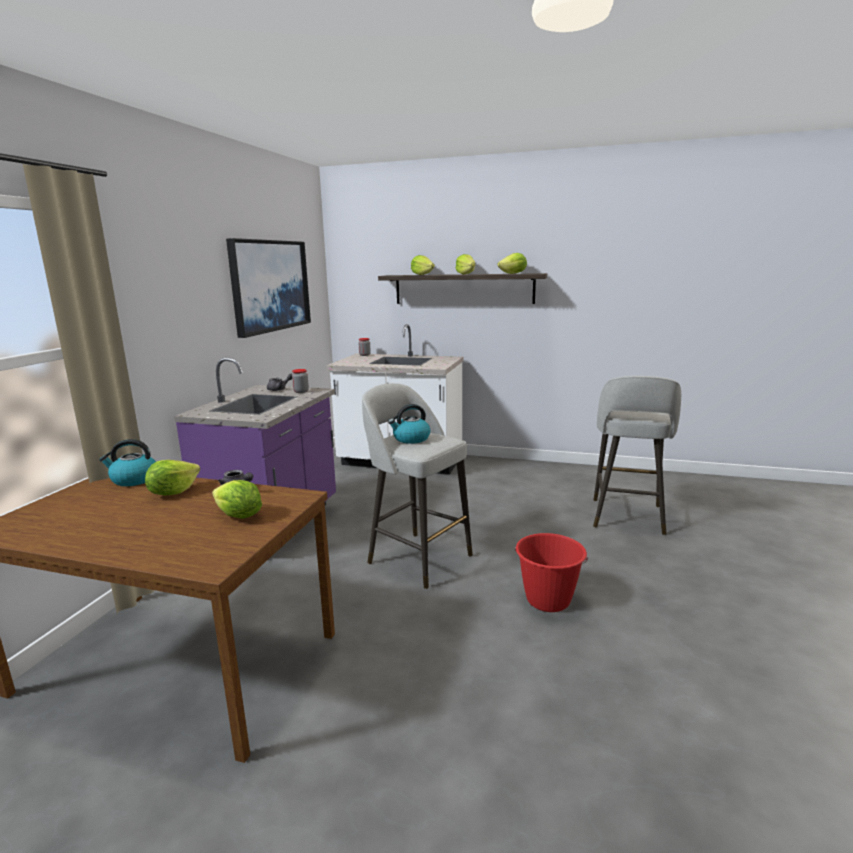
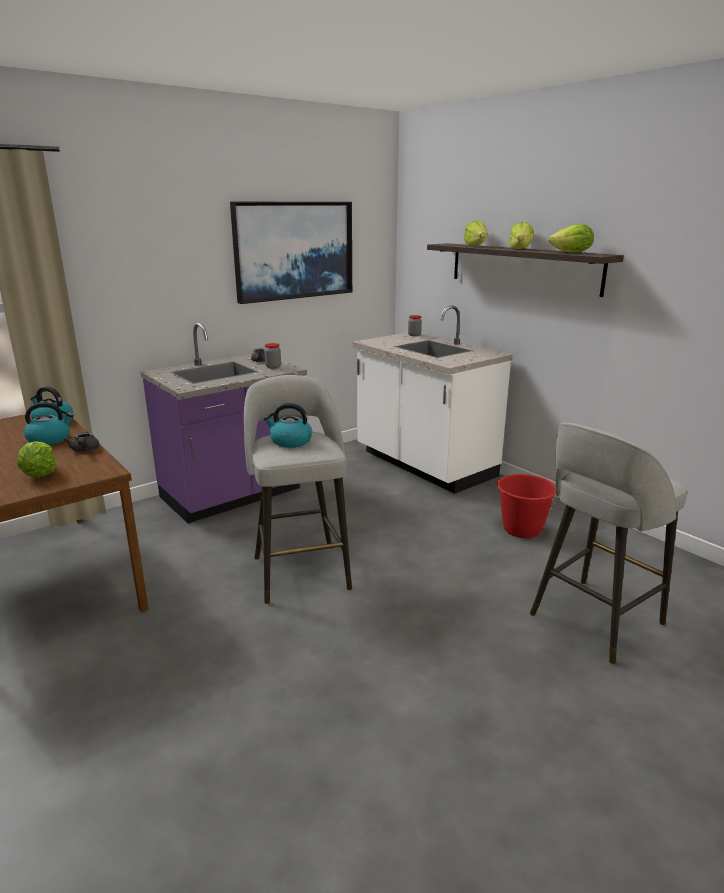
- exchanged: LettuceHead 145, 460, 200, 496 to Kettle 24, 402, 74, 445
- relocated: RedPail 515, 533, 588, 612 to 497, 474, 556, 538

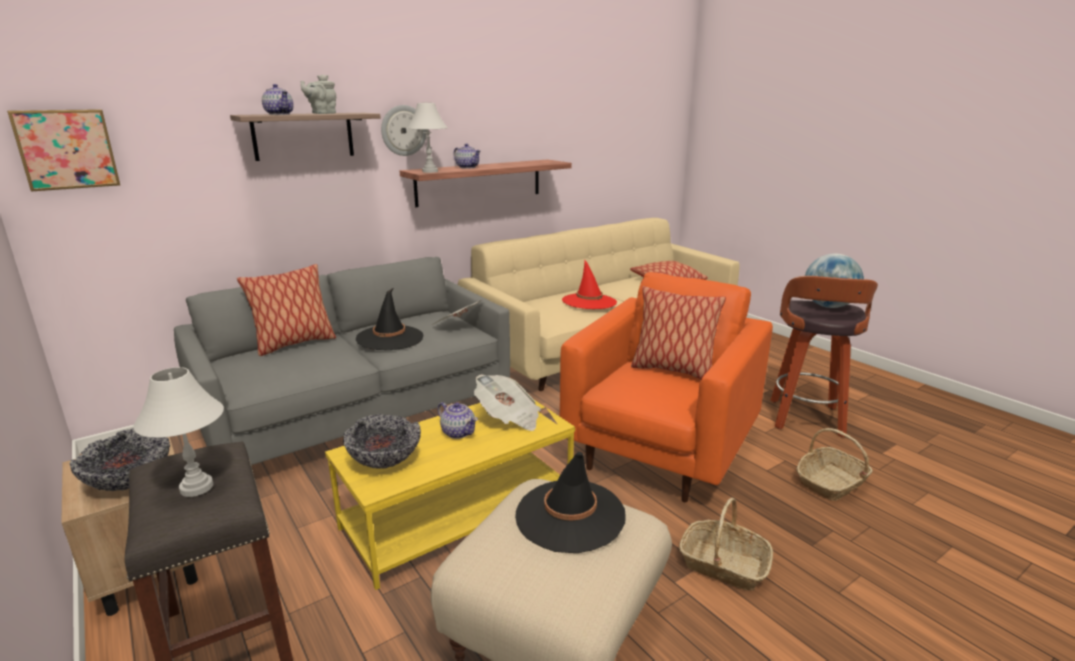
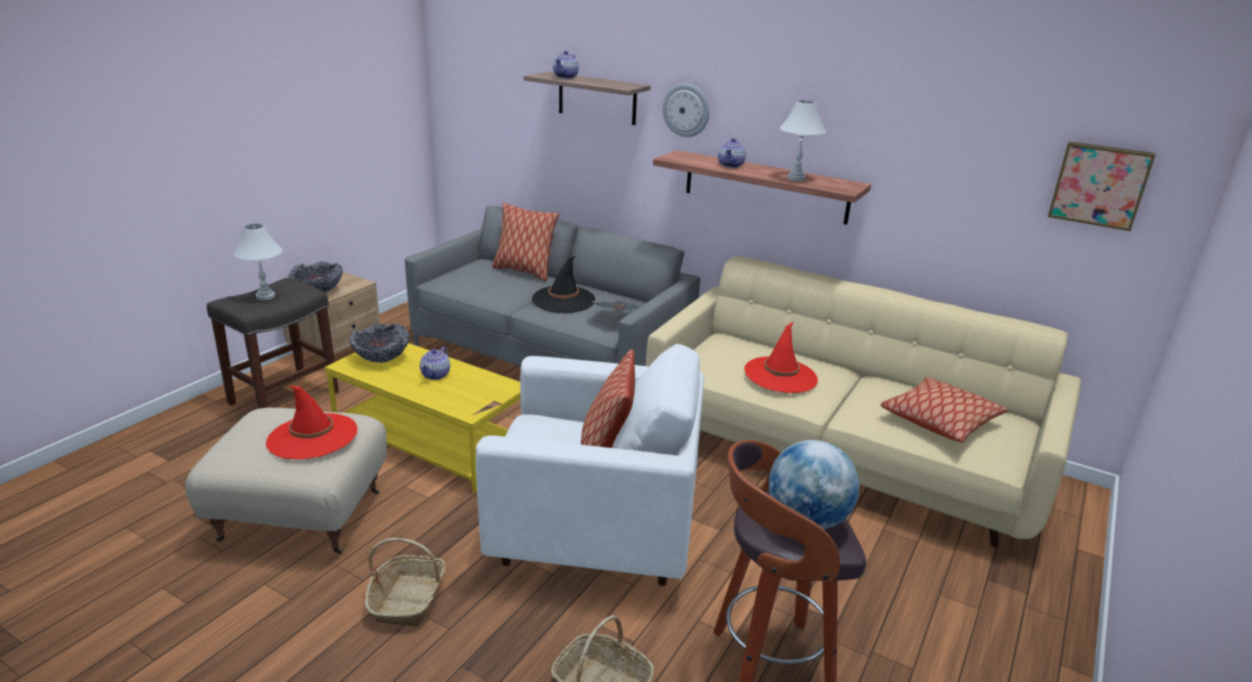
- colour: BlackWearableHat 515, 452, 626, 553 to RedWearableHat 266, 386, 358, 460
- colour: OrangeLoungeChair 560, 272, 773, 502 to WhiteLoungeChair 476, 344, 704, 586
- relocated: WhiteLampForATable 407, 102, 447, 173 to 779, 100, 826, 181
- relocated: Picture 7, 109, 120, 192 to 1048, 141, 1156, 231
- missing: GrayTeaPot 301, 74, 336, 114
- missing: Newspaper 474, 374, 541, 431

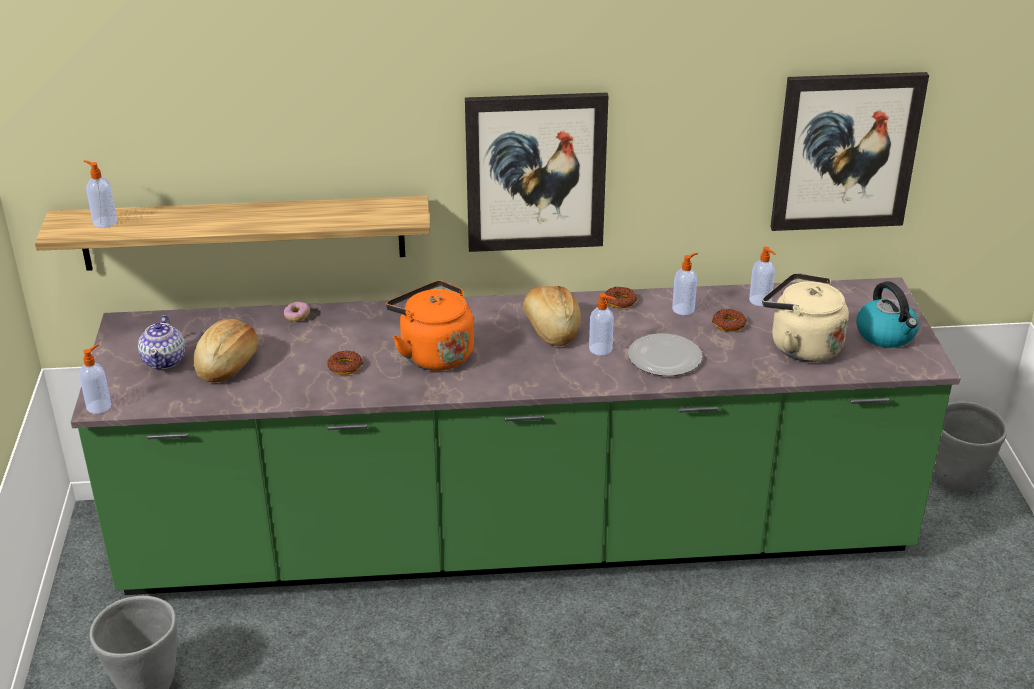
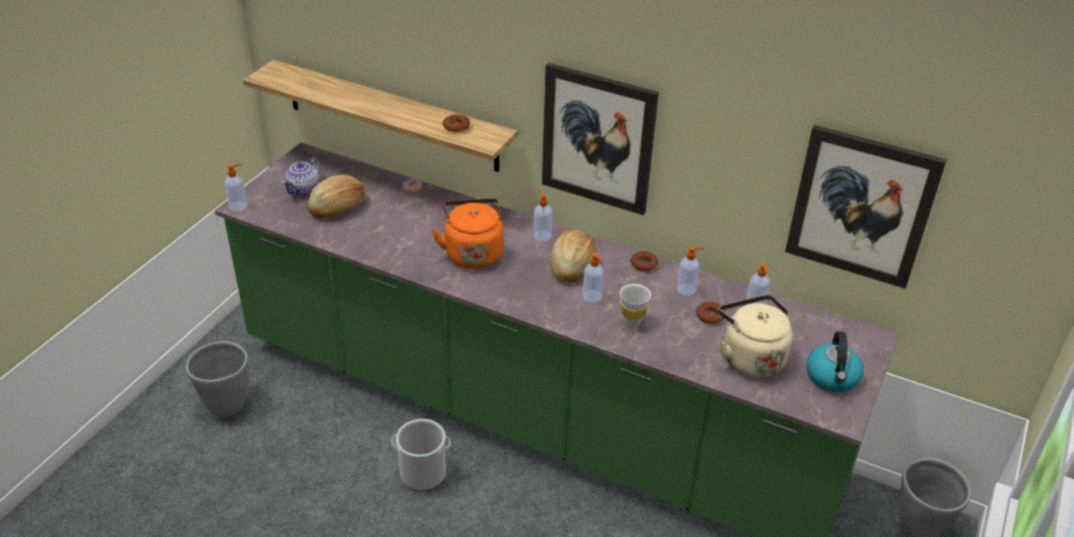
- appeared: Pail 392, 419, 451, 491
- relocated: Doughnut 327, 350, 363, 375 to 443, 114, 470, 132
- relocated: SoapDispenser 84, 160, 117, 228 to 533, 190, 553, 241
- exchanged: Plate 628, 333, 702, 376 to WhiteCup 620, 284, 651, 328

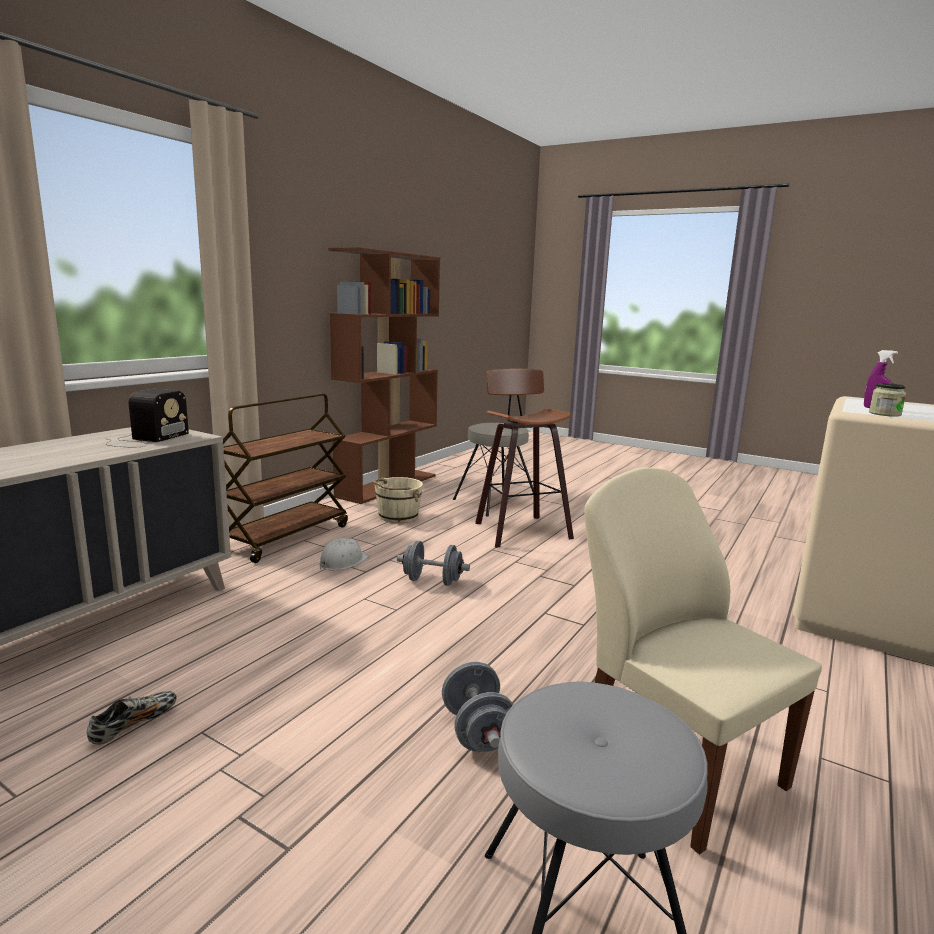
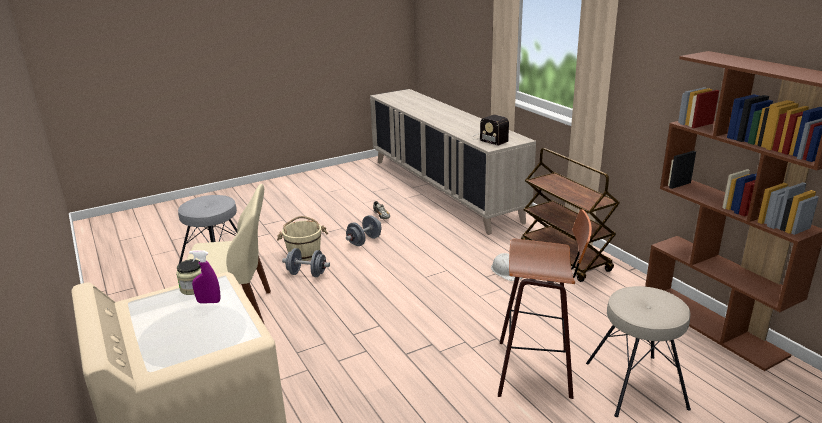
- relocated: SandColouredPail 373, 477, 423, 523 to 277, 216, 328, 261
- relocated: GrayFreeWeight 397, 541, 470, 586 to 346, 215, 381, 246

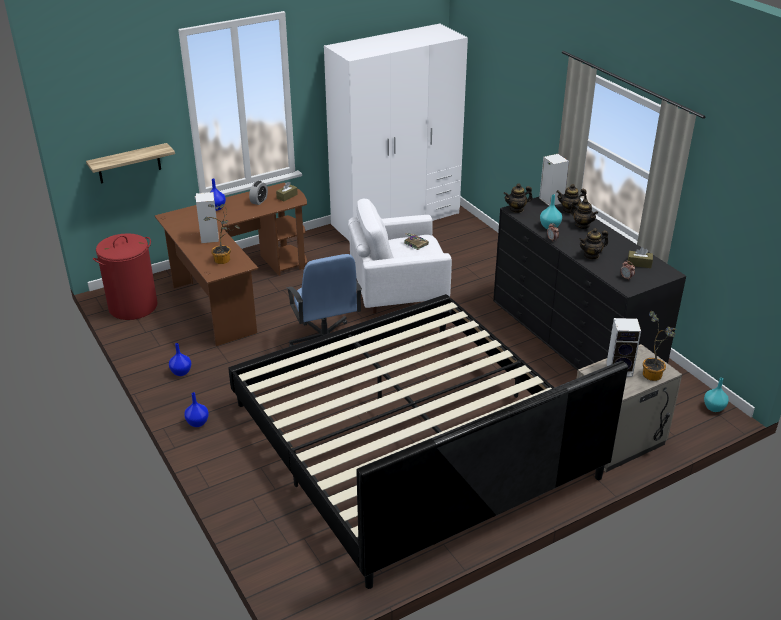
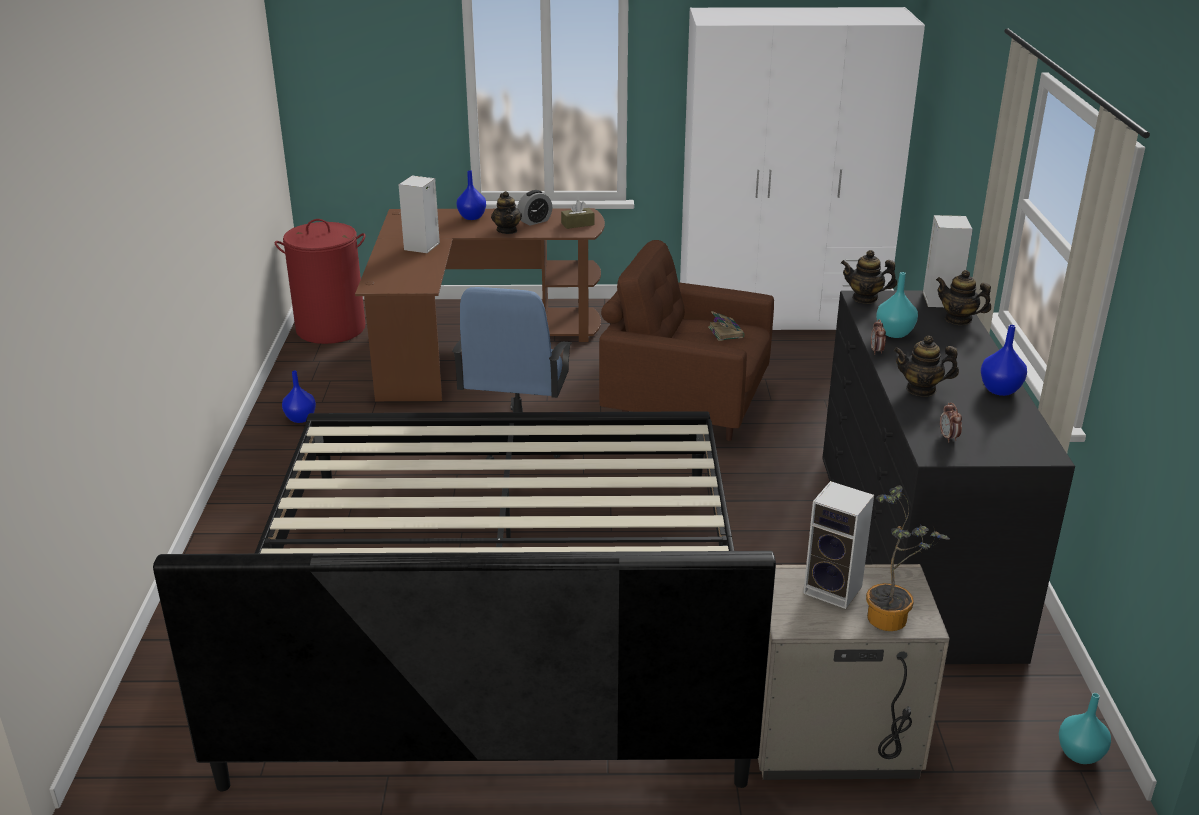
- relocated: TeaPot 570, 199, 598, 229 to 491, 191, 522, 234
- colour: WhiteLoungeChair 348, 199, 452, 314 to BrownColouredLoungeChair 599, 240, 774, 441
- relocated: BlueColouredFlowerVase 184, 392, 209, 427 to 981, 324, 1027, 396
- missing: Shelf 86, 143, 175, 184
- missing: PlantInAPot 204, 204, 240, 264
- missing: BrownColouredTissueHolder 628, 247, 653, 268

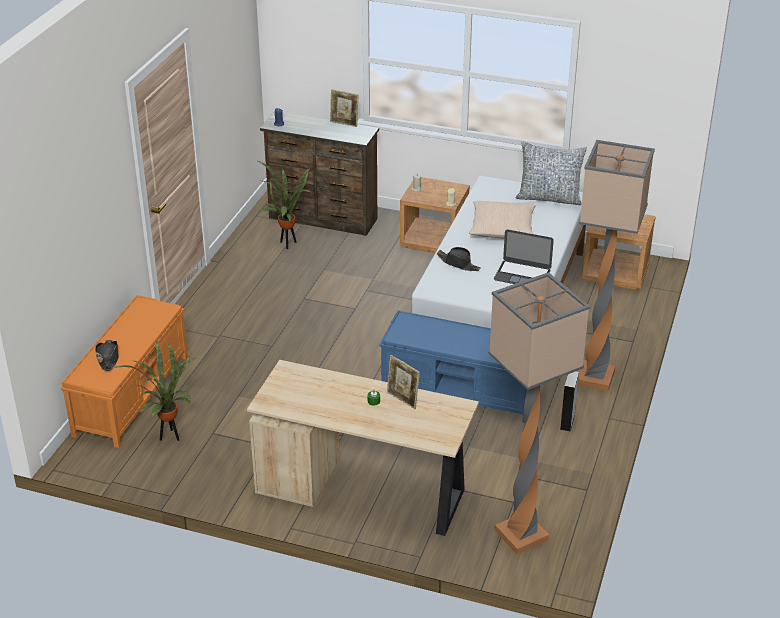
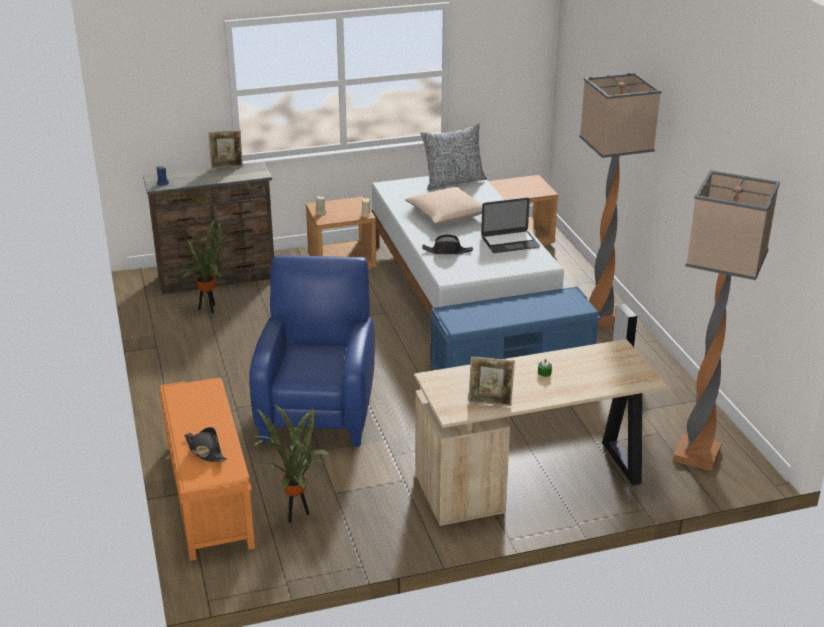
- appeared: BlueColouredLoungeChair 249, 255, 375, 447
- relocated: PhotoFrame 387, 355, 420, 409 to 468, 356, 515, 406

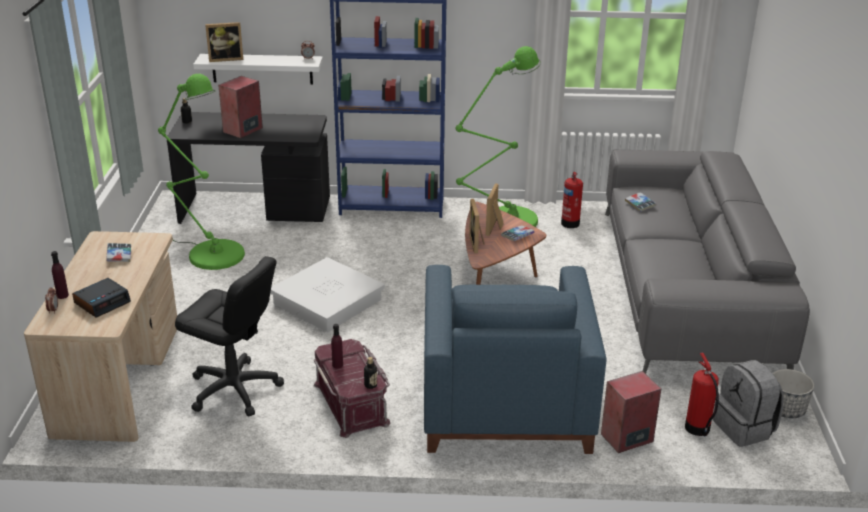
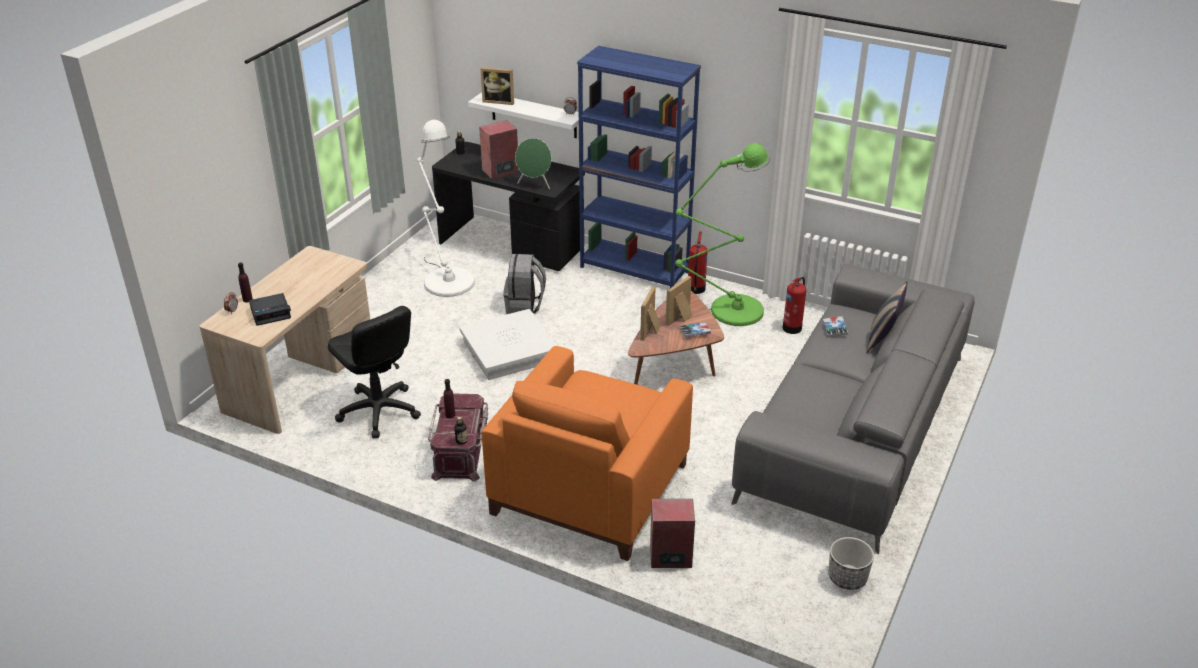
- colour: GreenColouredFloorLamp 158, 74, 245, 270 to WhiteFloorLamp 417, 120, 475, 297
- colour: BlueColouredLoungeChair 424, 265, 606, 454 to OrangeLoungeChair 482, 346, 693, 561
- relocated: GrayKnapsack 713, 360, 784, 447 to 503, 254, 546, 314
- appeared: GreenColouredAudioSpeaker 515, 138, 551, 189
- relocated: Extinguisher 685, 352, 719, 437 to 688, 231, 708, 294
- appeared: Pillow 866, 281, 908, 353
- missing: Volume 106, 243, 131, 262

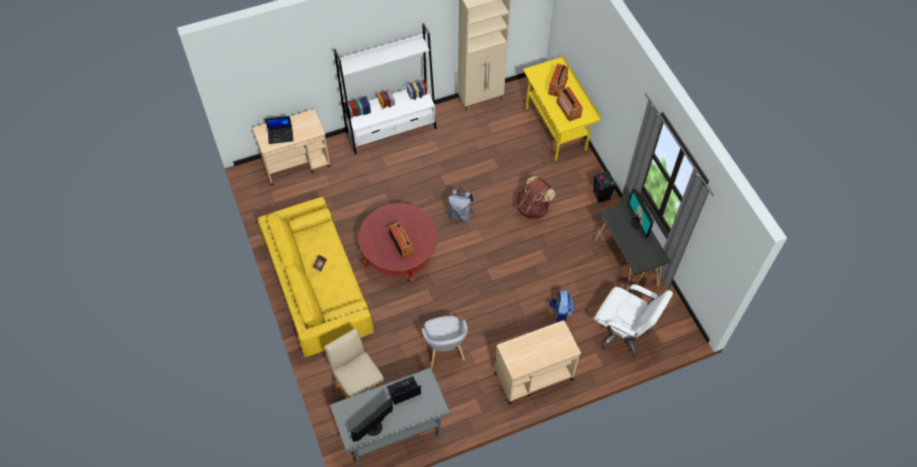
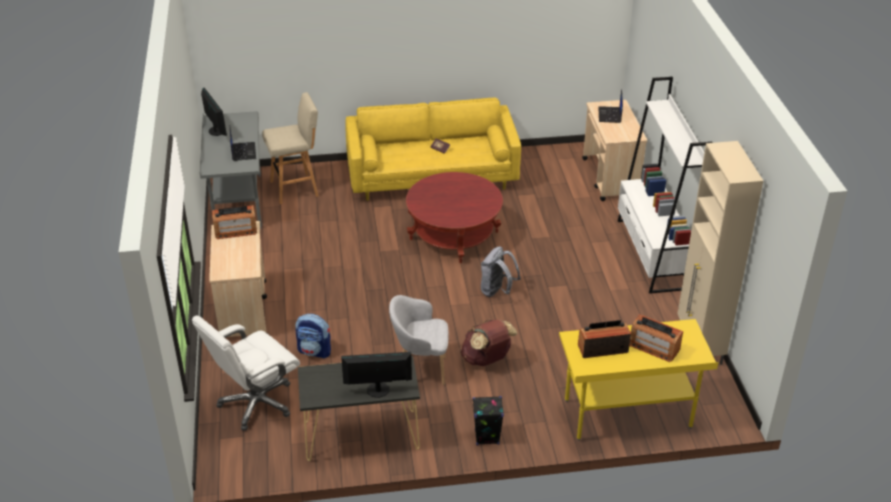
- relocated: RadioReceiver 389, 222, 415, 259 to 212, 205, 257, 239
- relocated: GrayLoungeChair 422, 316, 468, 368 to 389, 295, 449, 385

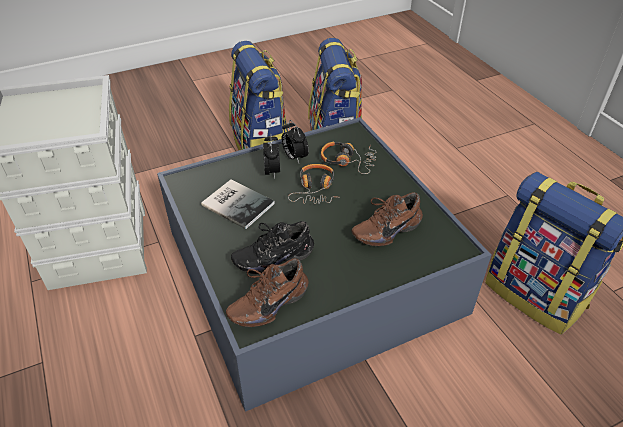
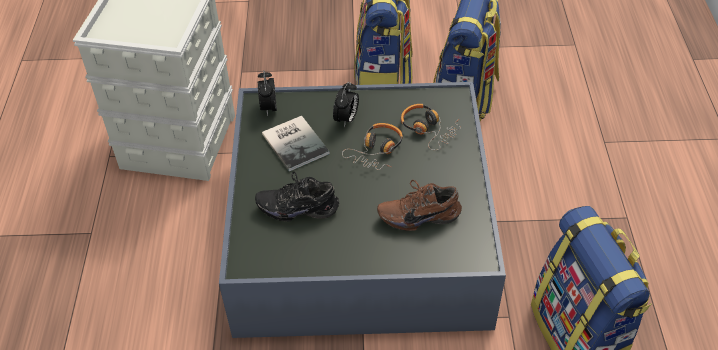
- relocated: BedsideClock 282, 120, 309, 163 to 258, 71, 277, 116
- missing: BrownColouredShoe 226, 258, 308, 327

